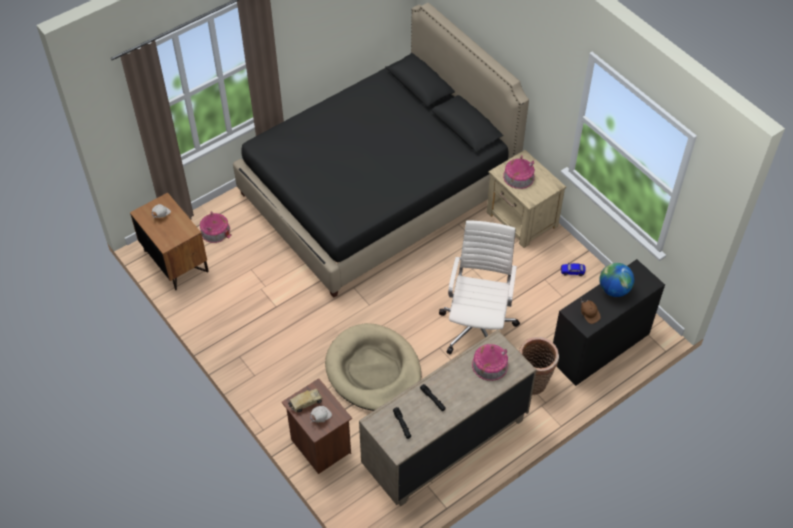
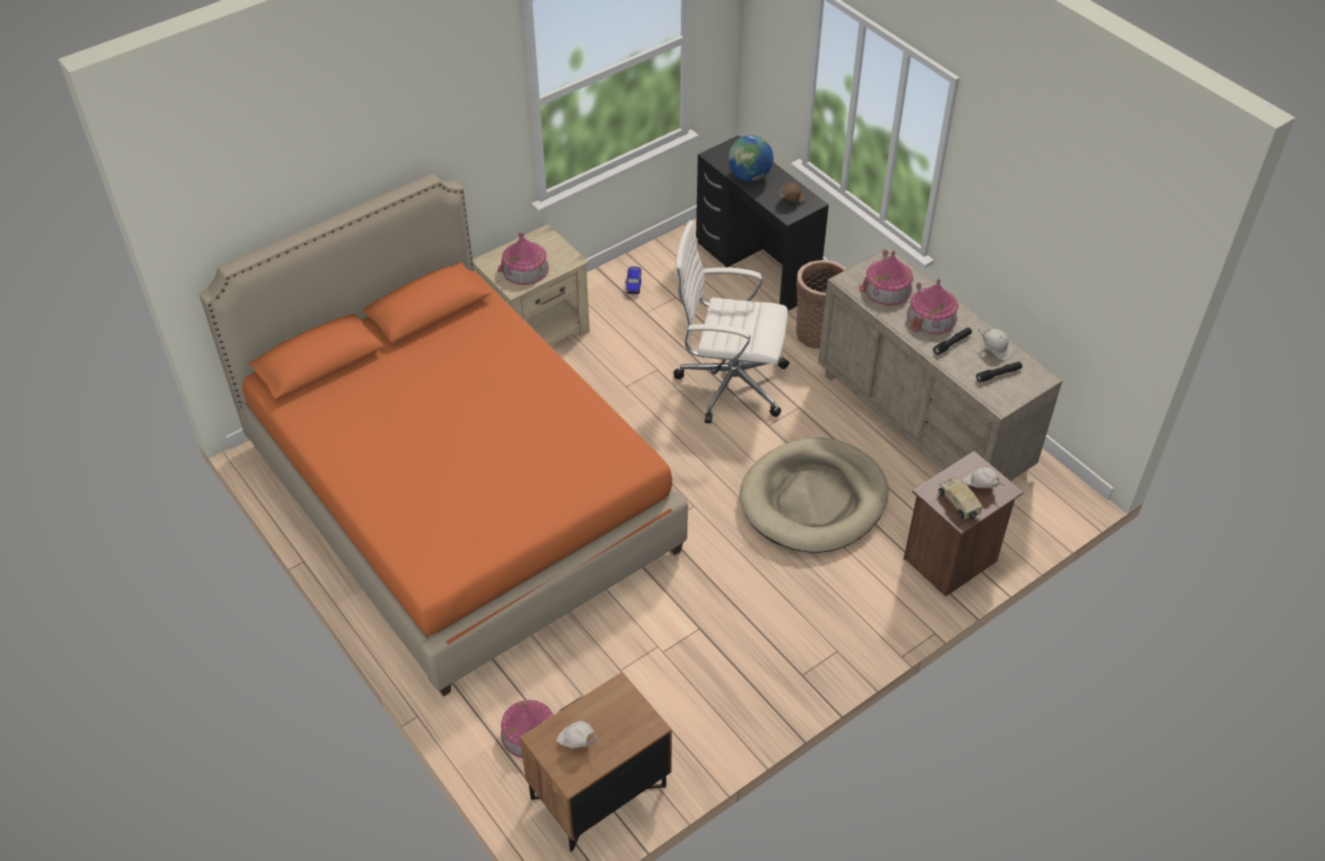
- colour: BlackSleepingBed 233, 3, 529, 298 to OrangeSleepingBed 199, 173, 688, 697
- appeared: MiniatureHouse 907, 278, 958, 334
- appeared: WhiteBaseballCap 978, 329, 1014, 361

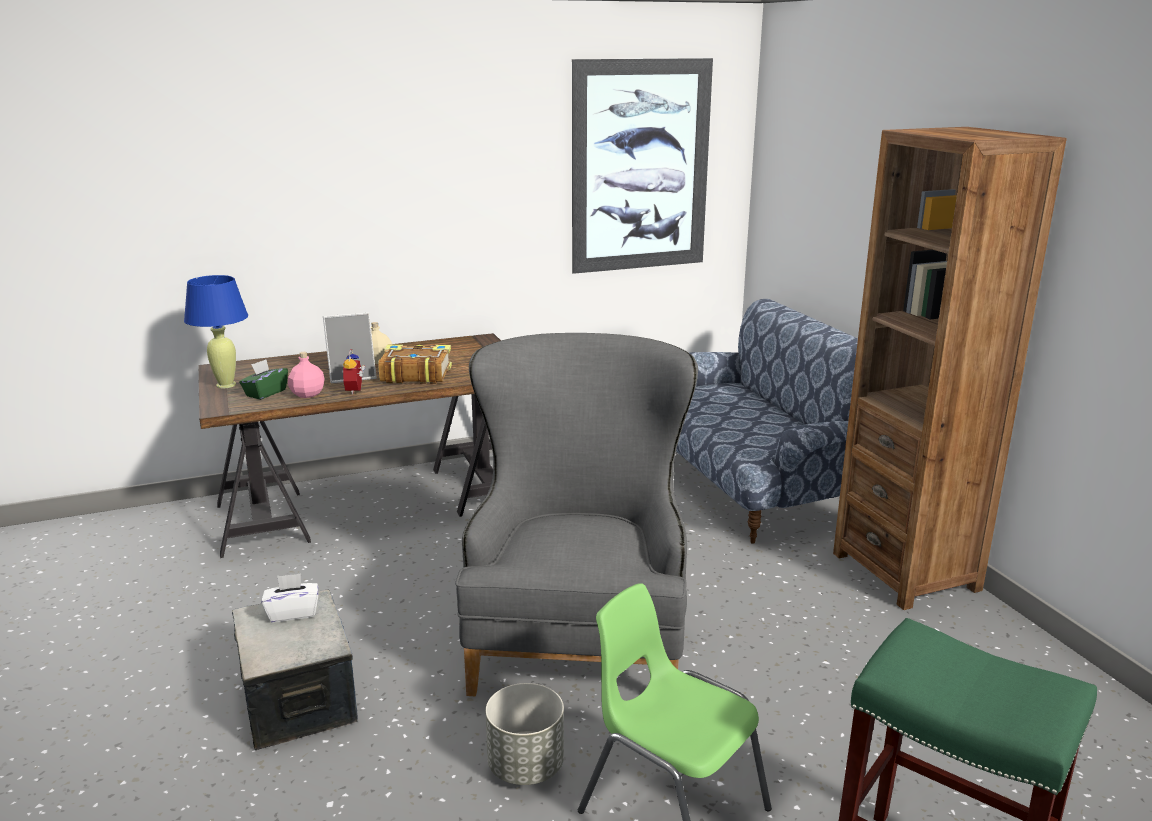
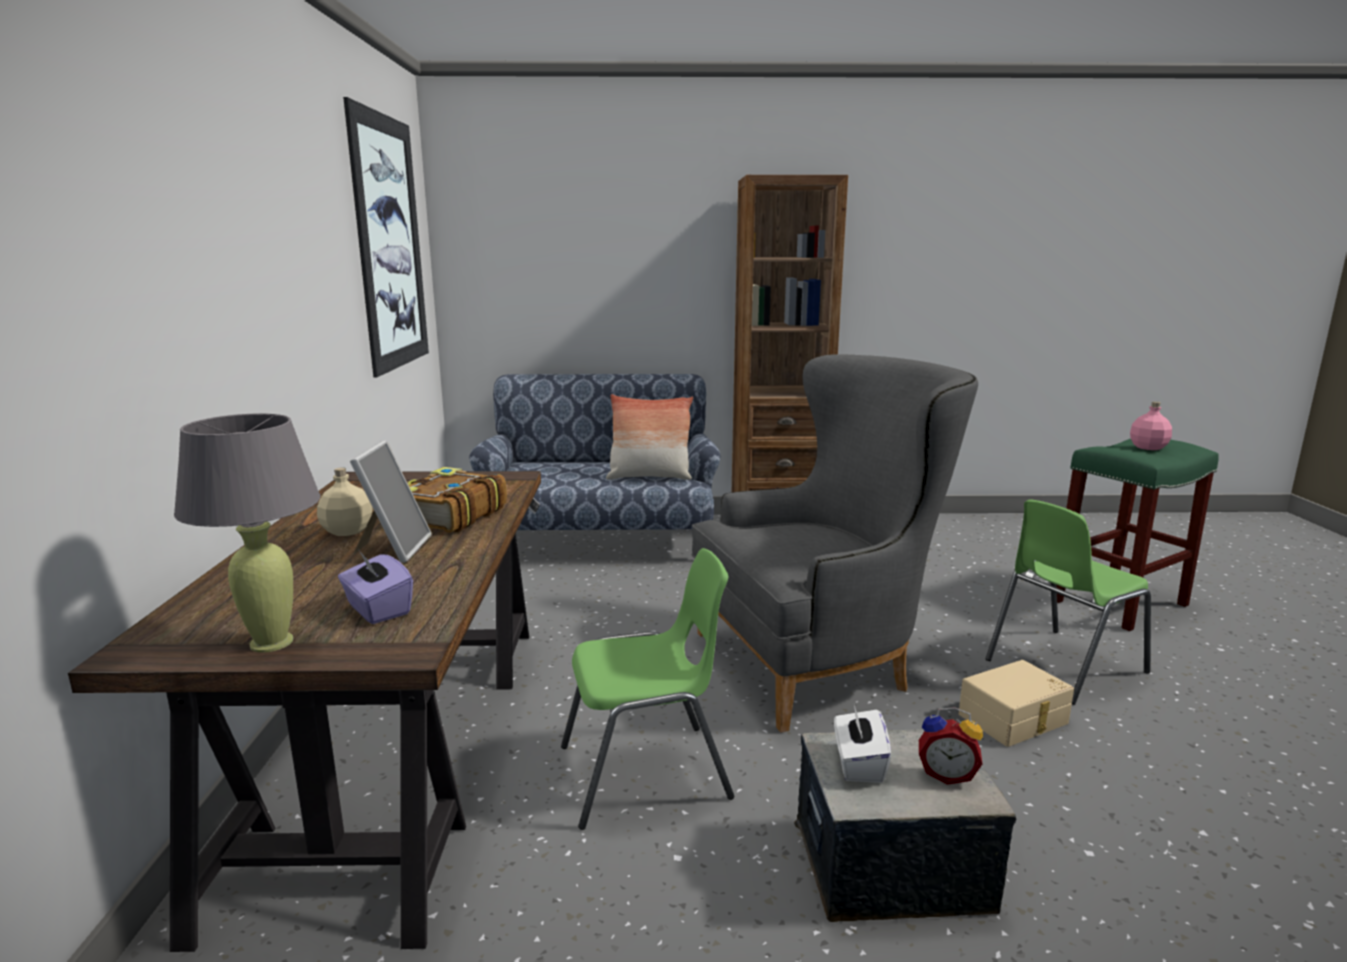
- colour: BlueColouredLampForATable 184, 275, 248, 388 to GrayLampForATable 174, 413, 321, 653
- colour: GreenColouredTissueHolder 239, 359, 288, 400 to PurplishTissueHolder 338, 551, 413, 624
- appeared: GreenColouredPlainChair 561, 548, 734, 830
- appeared: Pillow 606, 394, 693, 480
- spun: GrayLoungeChair 455, 333, 698, 697 = 691, 354, 978, 733 135 degrees clockwise
- relocated: BedsideClock 343, 349, 366, 395 to 919, 707, 983, 785
- exchanged: GrayFlowerPot 486, 683, 564, 785 to SandColouredStorageContainer 959, 660, 1074, 747
- relocated: PinkBeverageBottle 288, 352, 325, 398 to 1130, 401, 1172, 450

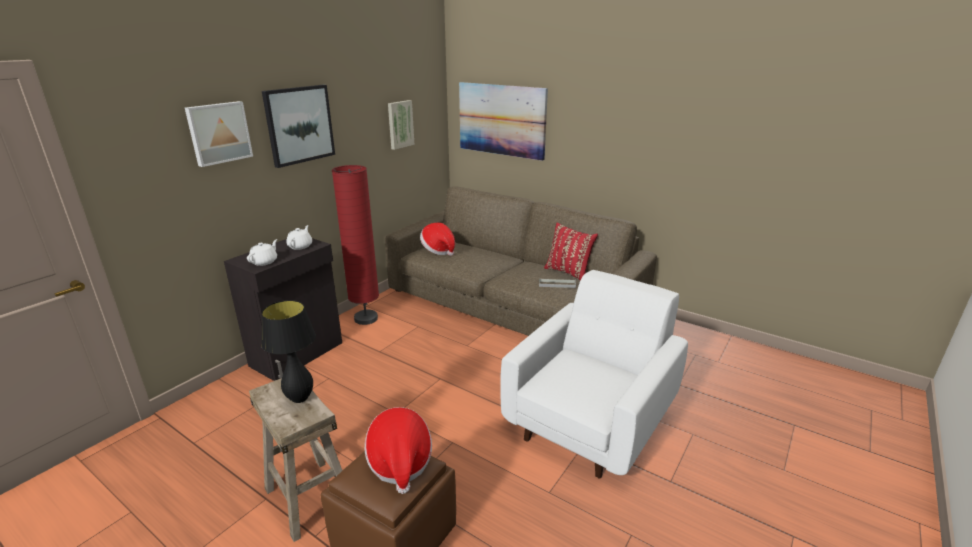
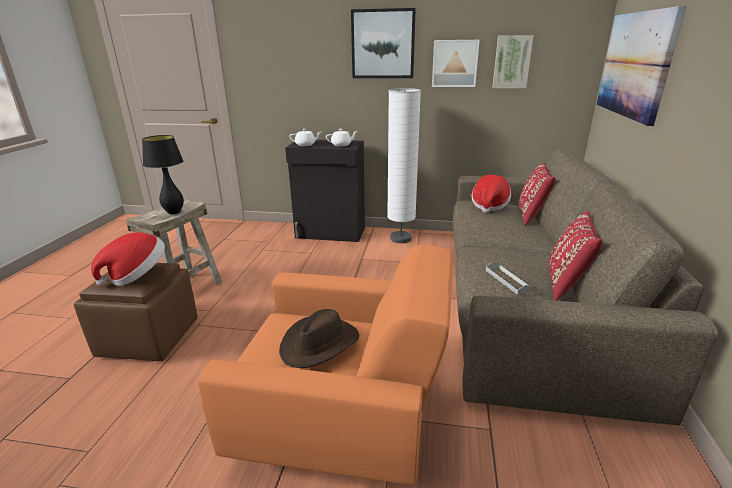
- colour: WhiteLoungeChair 500, 270, 688, 479 to OrangeLoungeChair 198, 244, 452, 485
- appeared: BrownColouredWearableHat 279, 309, 359, 368
- colour: RedFloorLamp 332, 165, 379, 325 to WhiteFloorLamp 387, 88, 421, 243
- relocated: Picture 185, 101, 253, 167 to 432, 40, 480, 87
- appeared: RedPillow 518, 163, 555, 226

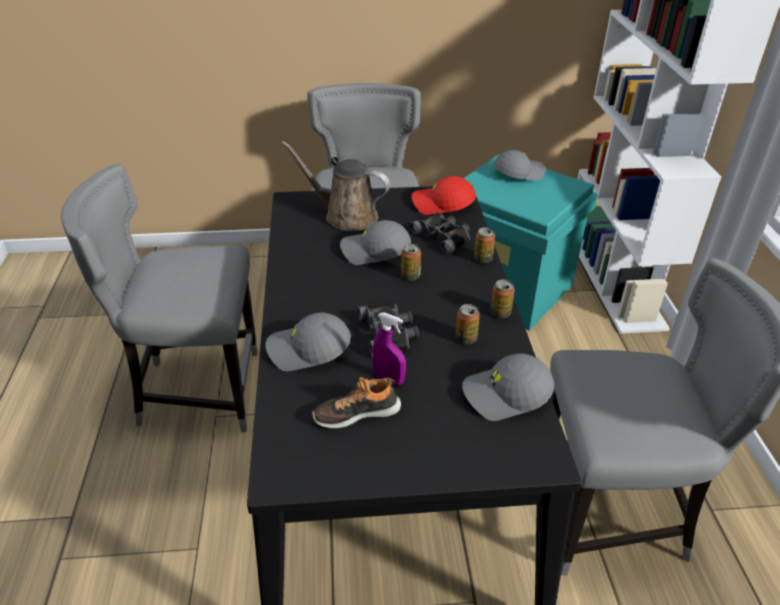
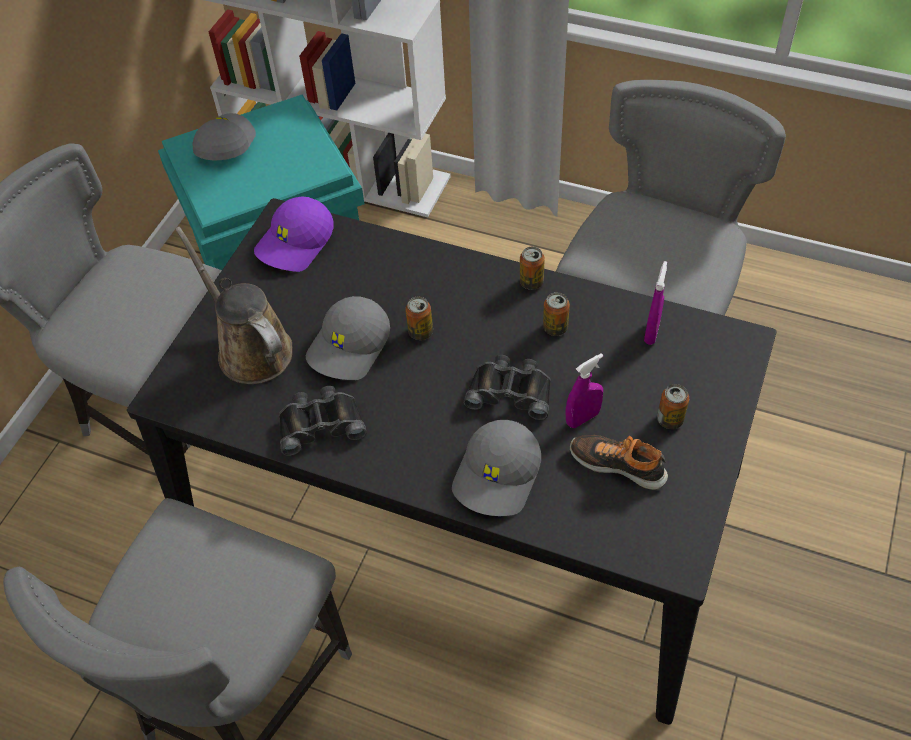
- spun: BrownColouredWateringPot 281, 141, 390, 231 = 175, 226, 292, 384 90 degrees clockwise
- colour: RedBaseballCap 411, 176, 476, 215 to PurplishBaseballCap 254, 197, 333, 272
- relocated: BlackFieldGlasses 409, 212, 470, 254 to 279, 386, 367, 456
- spun: Shoe 312, 377, 401, 428 = 570, 435, 668, 490 105 degrees clockwise
- exchanged: GrayBaseballCap 462, 353, 554, 421 to PurplishSprayer 644, 261, 667, 345
- relocated: SealedCan 474, 227, 495, 263 to 657, 384, 689, 429

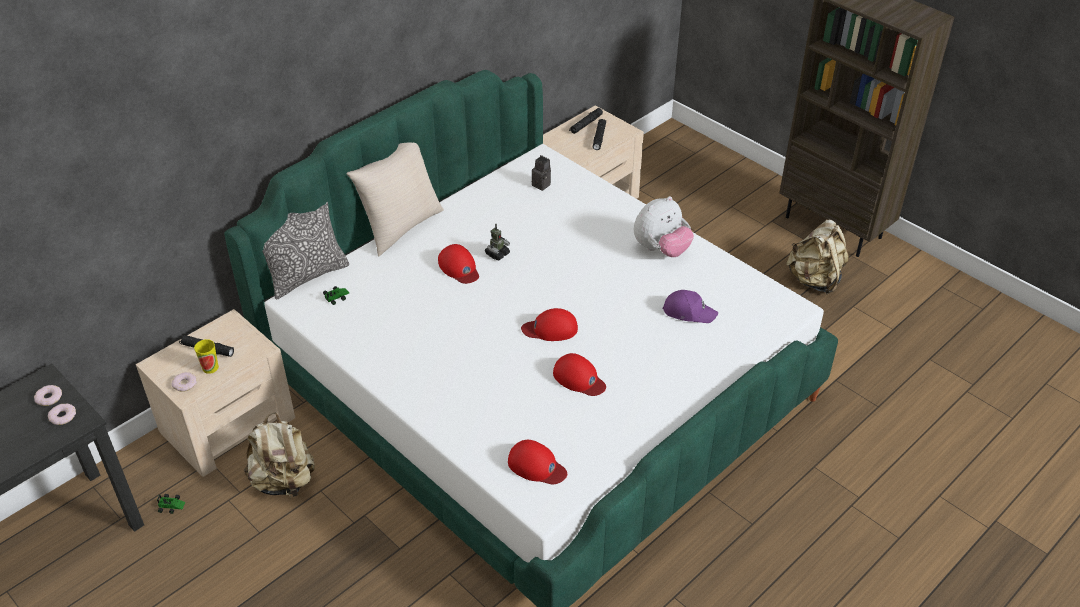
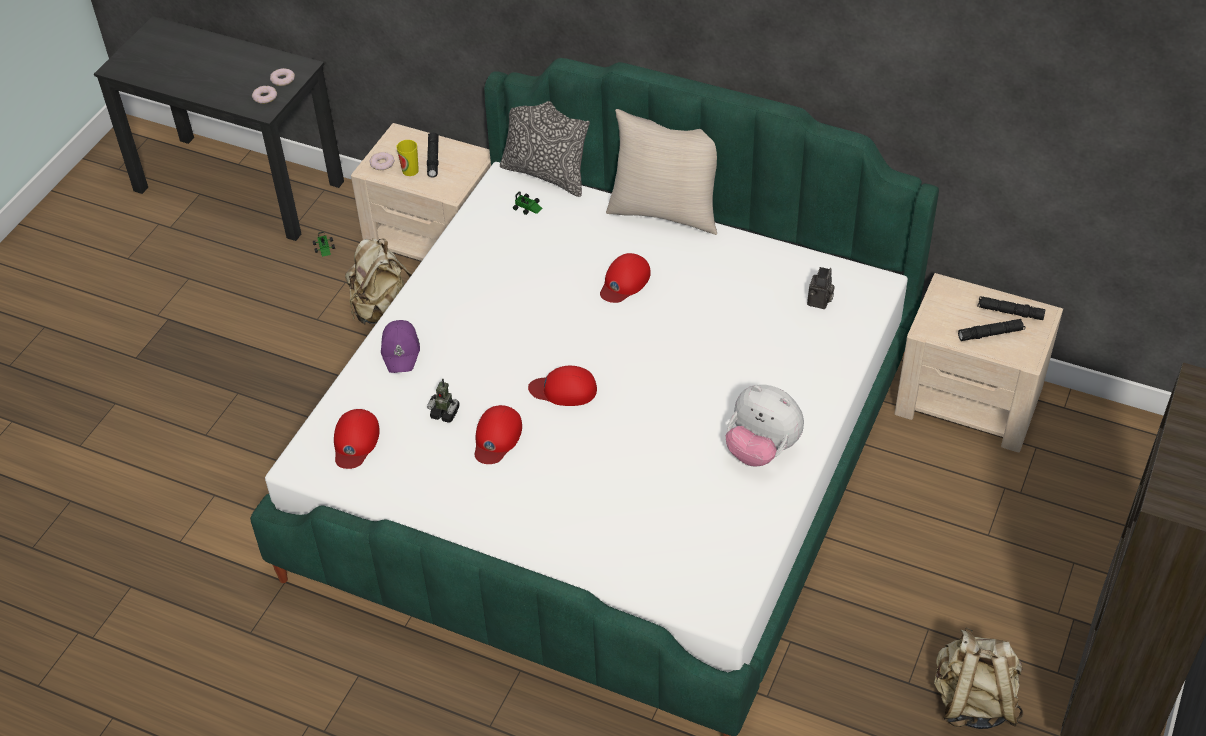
- relocated: PurplishBaseballCap 663, 290, 718, 323 to 381, 320, 420, 373
- relocated: ToyRobot 485, 224, 510, 261 to 427, 379, 460, 423
- spun: RedBaseballCap 521, 308, 578, 341 = 528, 366, 597, 406 60 degrees counterclockwise

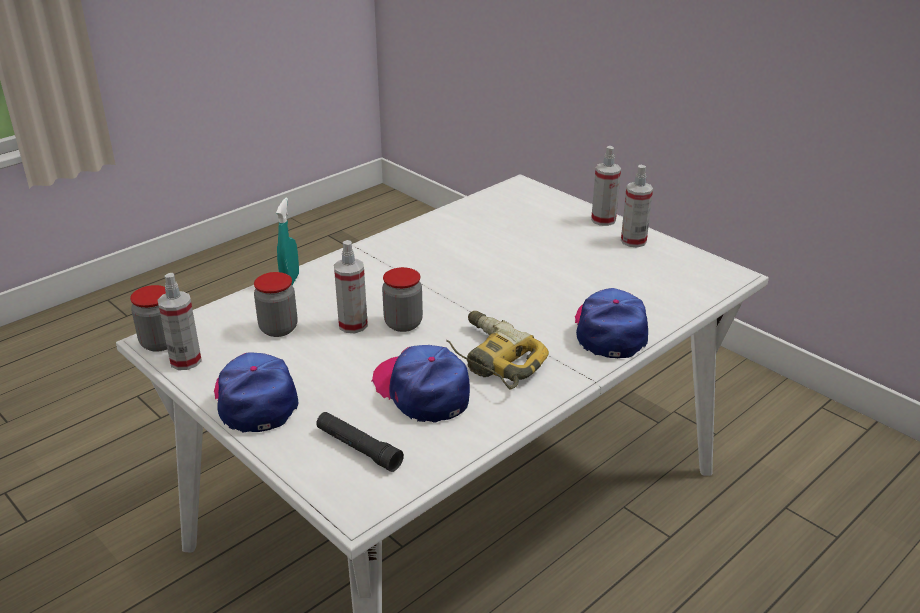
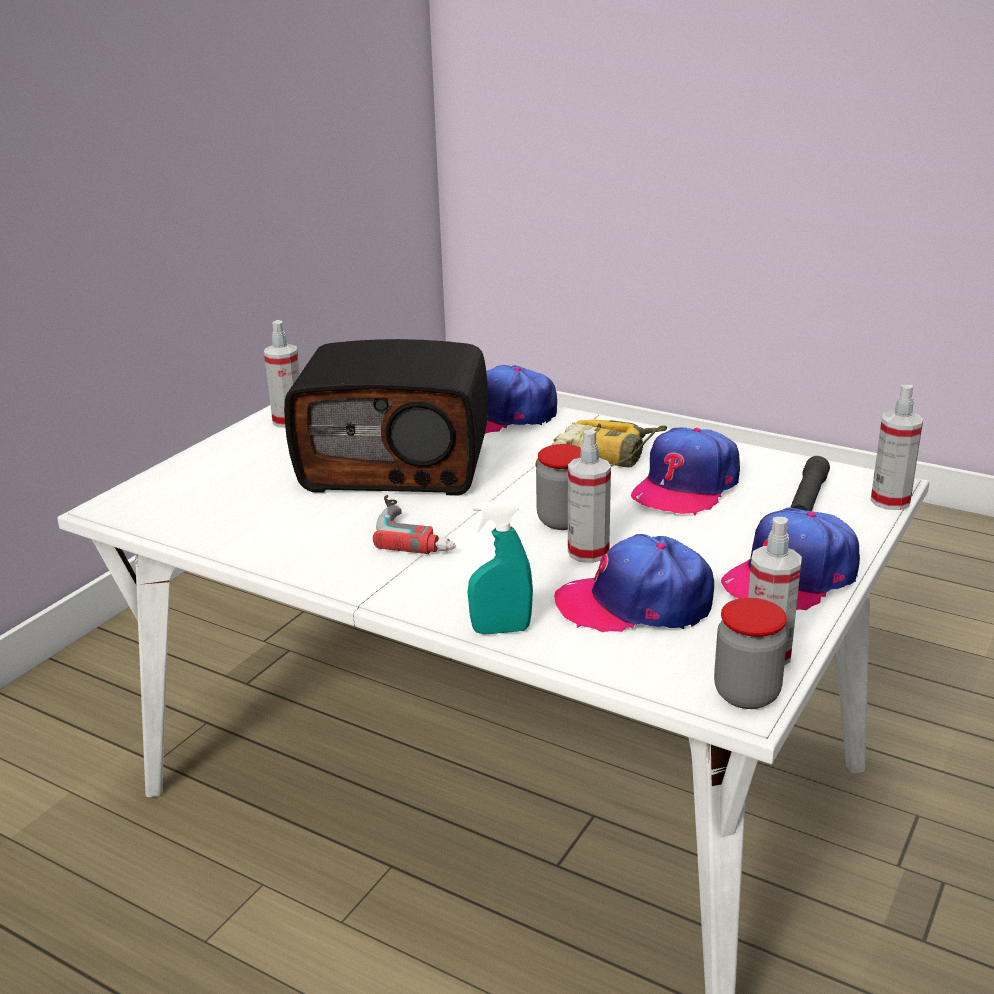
- appeared: RadioReceiver 284, 339, 488, 496
- appeared: Drill 373, 495, 456, 554
- exchanged: StorageJar 254, 272, 298, 337 to BaseballCap 554, 534, 714, 632
- relocated: Sprayer 591, 146, 621, 226 to 870, 385, 923, 510

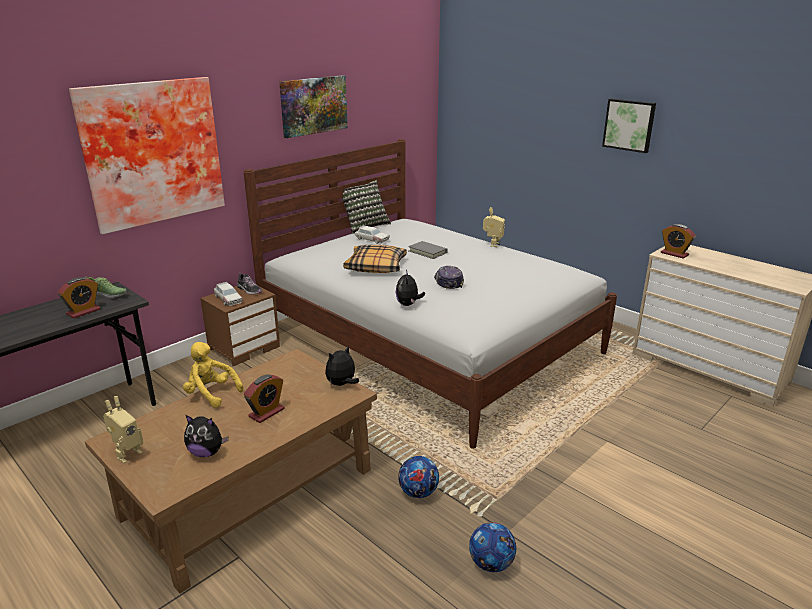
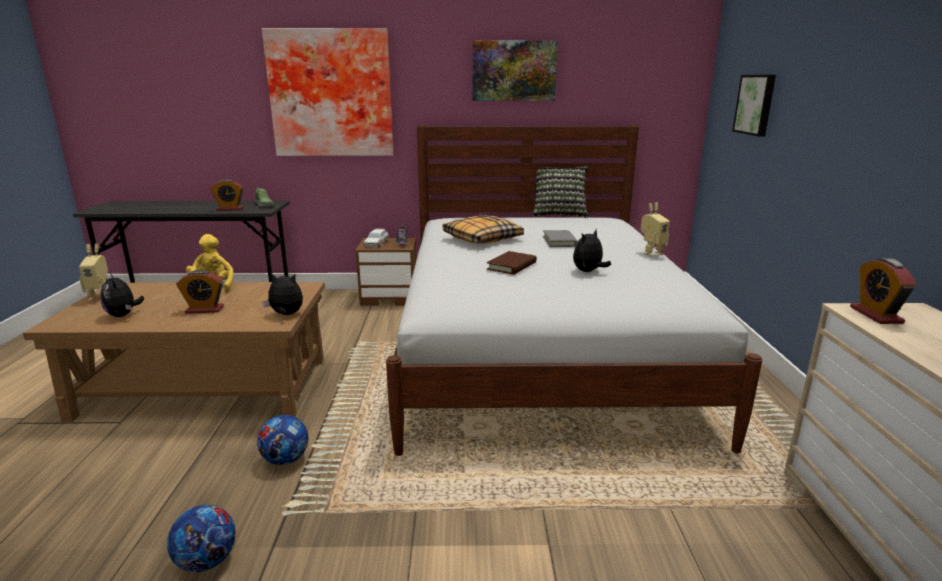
- exchanged: BaseballCap 434, 266, 464, 289 to BrownColouredVolume 487, 251, 537, 275
- relocated: CuddlyToy 396, 270, 425, 306 to 573, 230, 611, 272
- relocated: Picture 602, 99, 656, 153 to 732, 75, 776, 136
- missing: ToyCar 355, 225, 390, 244

